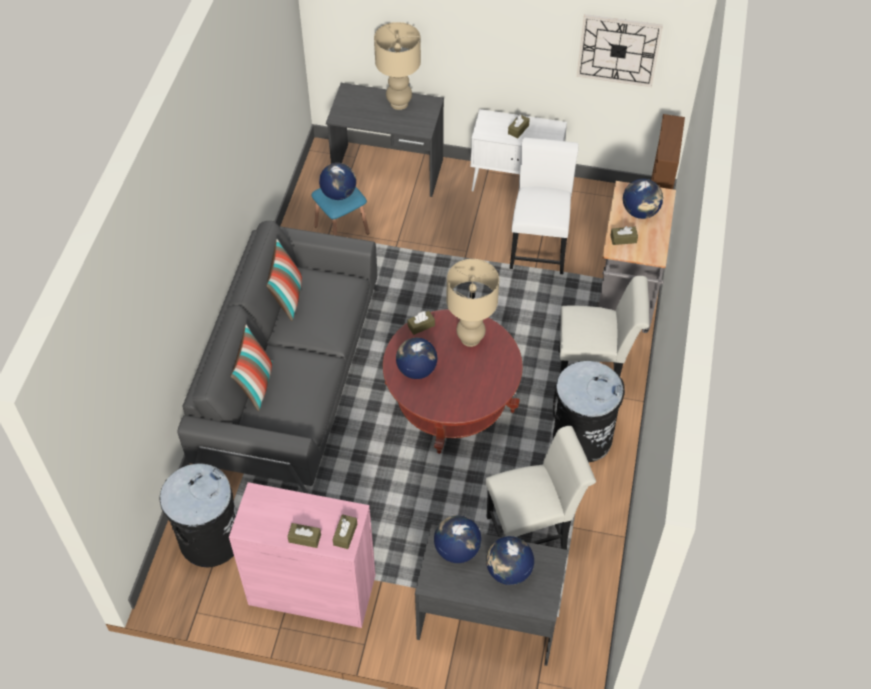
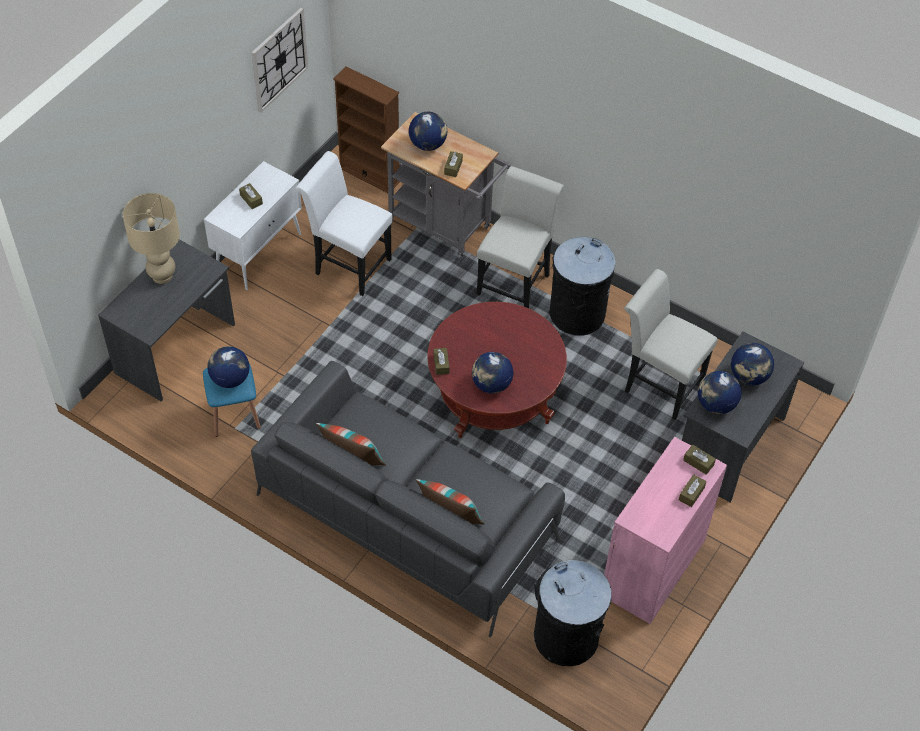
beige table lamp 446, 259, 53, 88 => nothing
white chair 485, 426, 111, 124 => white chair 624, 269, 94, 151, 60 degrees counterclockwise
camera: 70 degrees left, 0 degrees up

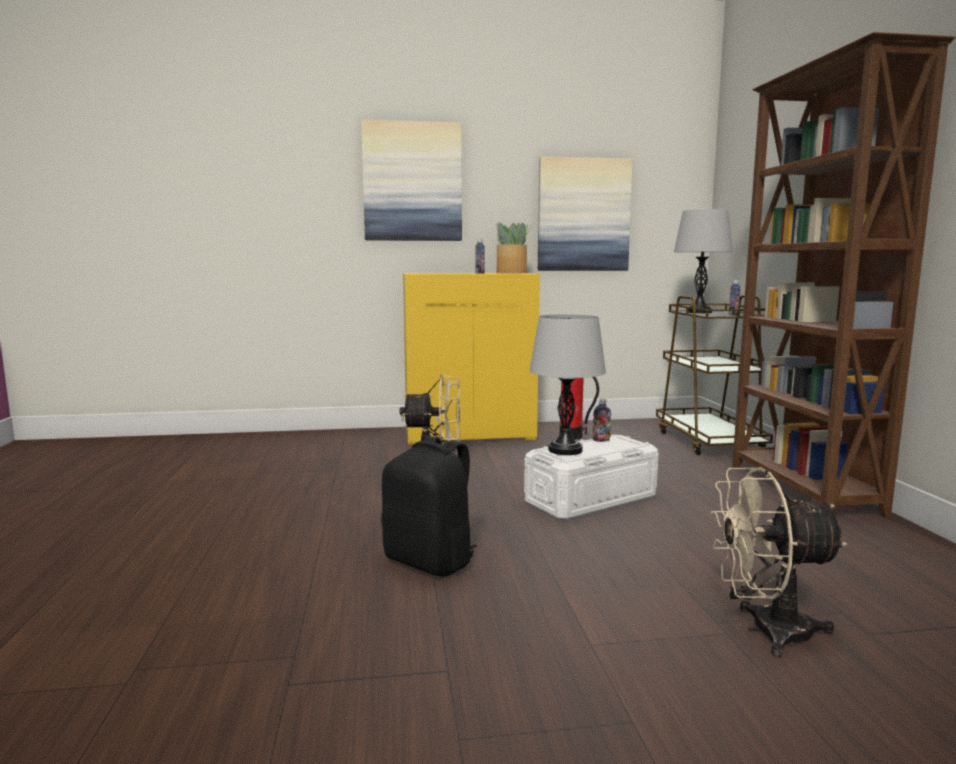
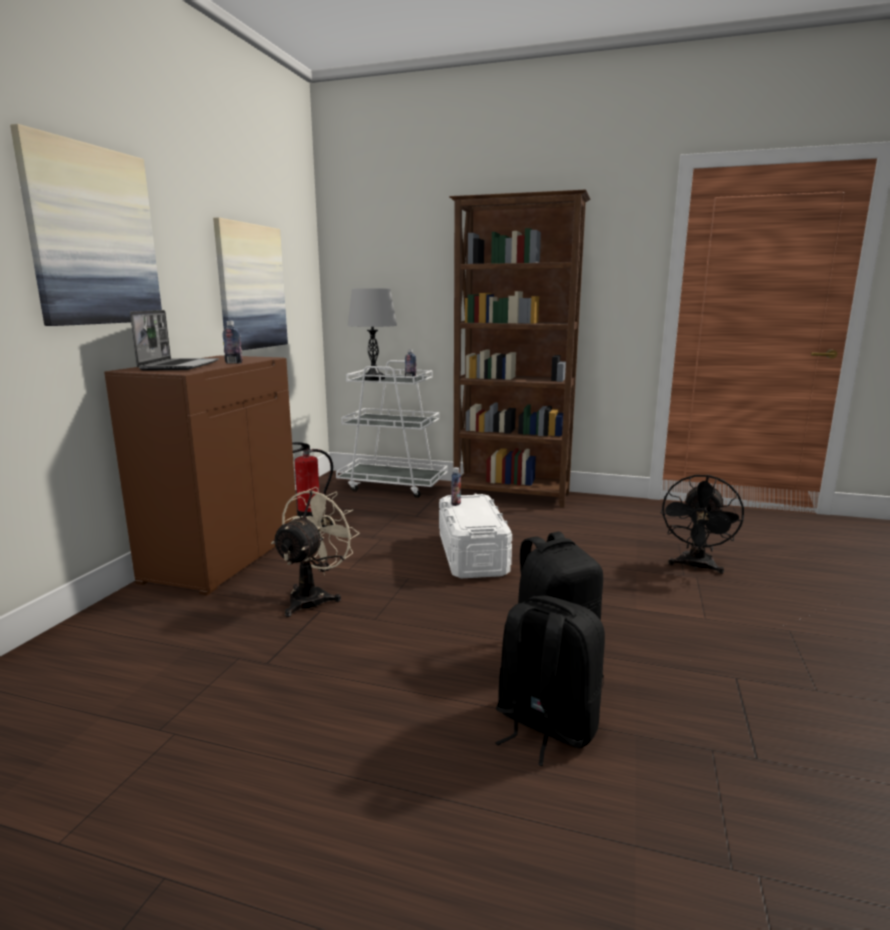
potted plant 496, 222, 35, 51 => nothing
grey table lamp 529, 314, 77, 141 => nothing
nothing => laptop 130, 310, 89, 61
nothing => black backpack 495, 596, 110, 170
yellow cabinet 403, 273, 137, 171 => brown cabinet 104, 355, 193, 240
brown cart 656, 295, 117, 160 => white cart 336, 360, 112, 138
beige fan 710, 467, 137, 190 => black fan 661, 474, 83, 100
camera: 65 degrees left, 5 degrees up

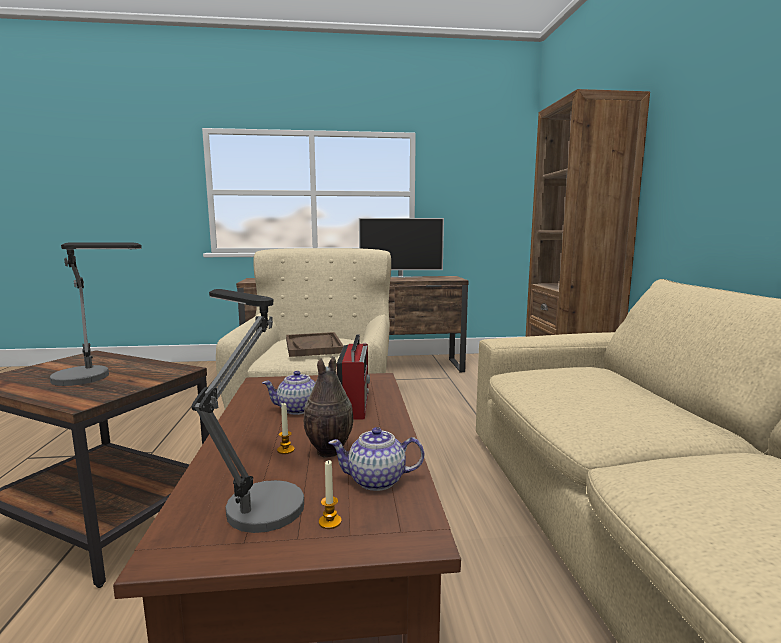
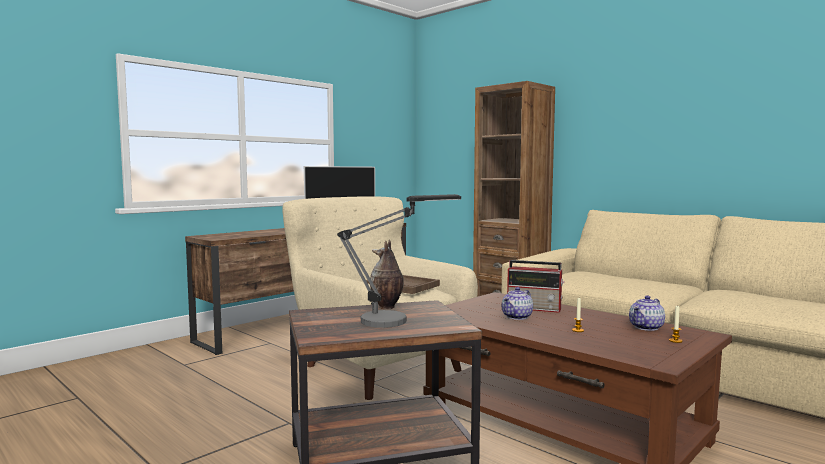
table lamp 191, 289, 113, 244 => nothing
vase 304, 356, 50, 102 => vase 370, 239, 34, 70, shifted
radio 337, 334, 33, 85 => radio 507, 260, 58, 53, 150 degrees clockwise
camera: 40 degrees left, 5 degrees down

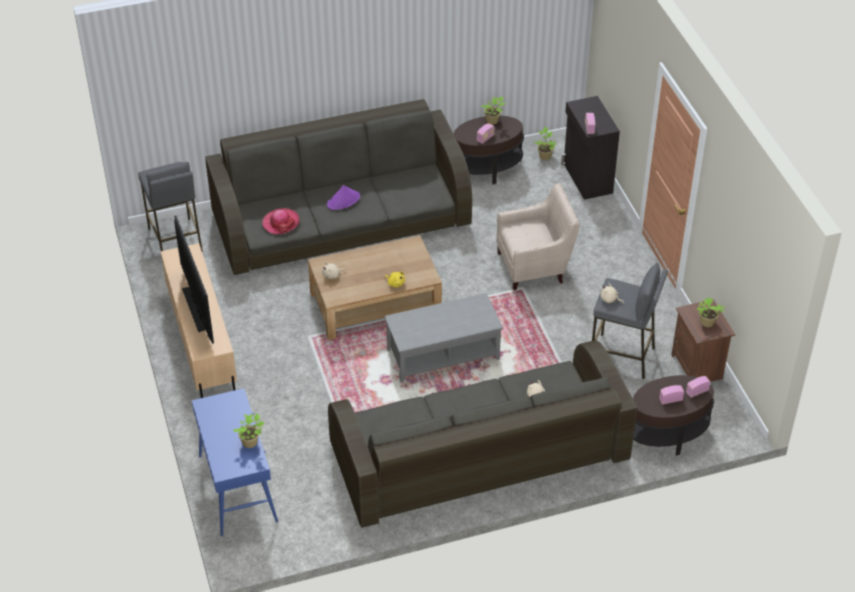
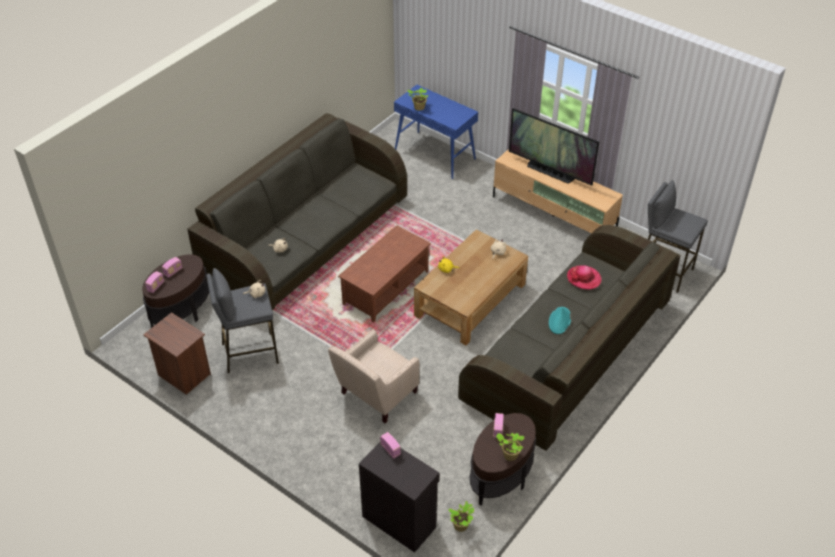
potted plant 697, 297, 28, 30 => nothing
purple hat 327, 185, 33, 25 => turquoise hat 549, 307, 22, 27
grey coffee table 384, 293, 119, 89 => brown coffee table 338, 225, 93, 98
camera: 145 degrees right, 0 degrees up

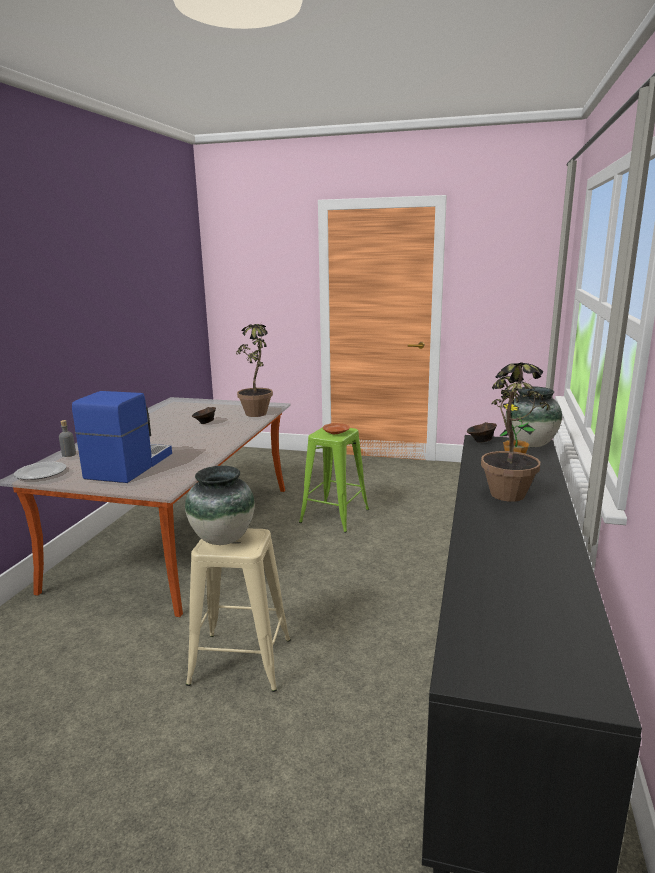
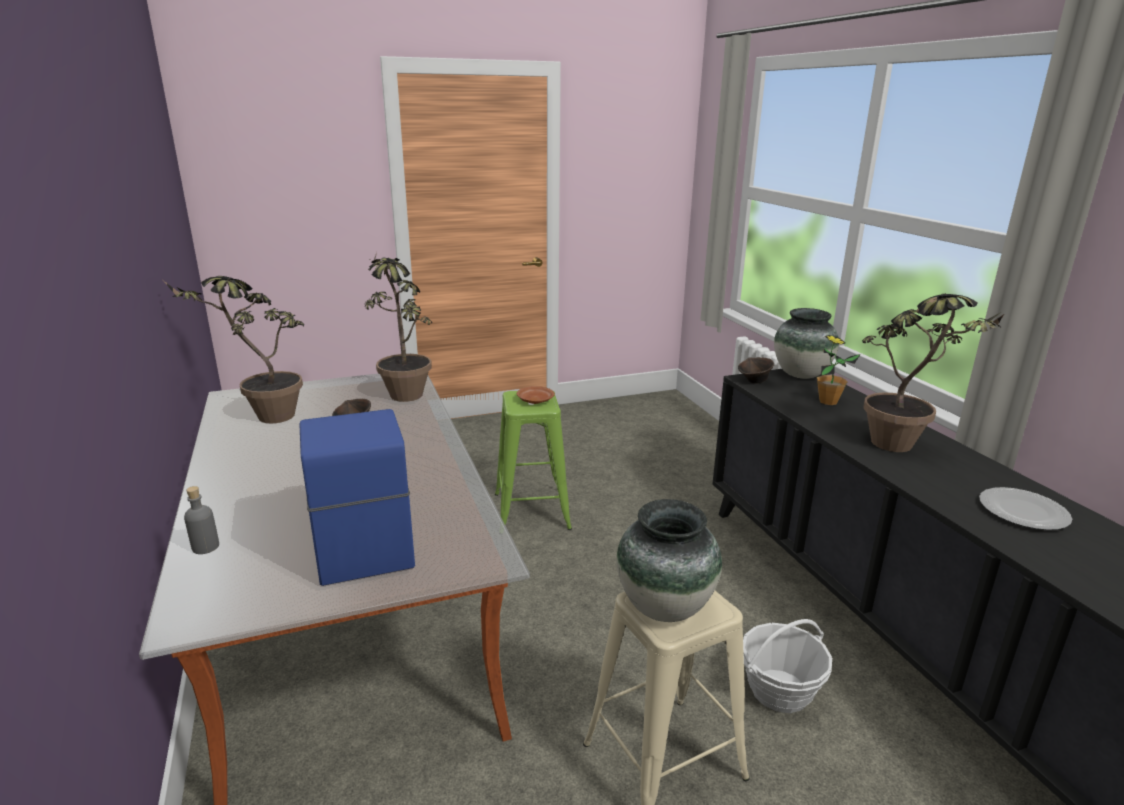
nothing => potted plant 164, 276, 141, 147
nothing => basket 743, 619, 89, 94
plate 14, 462, 53, 18 => plate 979, 487, 93, 43, shifted
camera: 35 degrees left, 5 degrees up

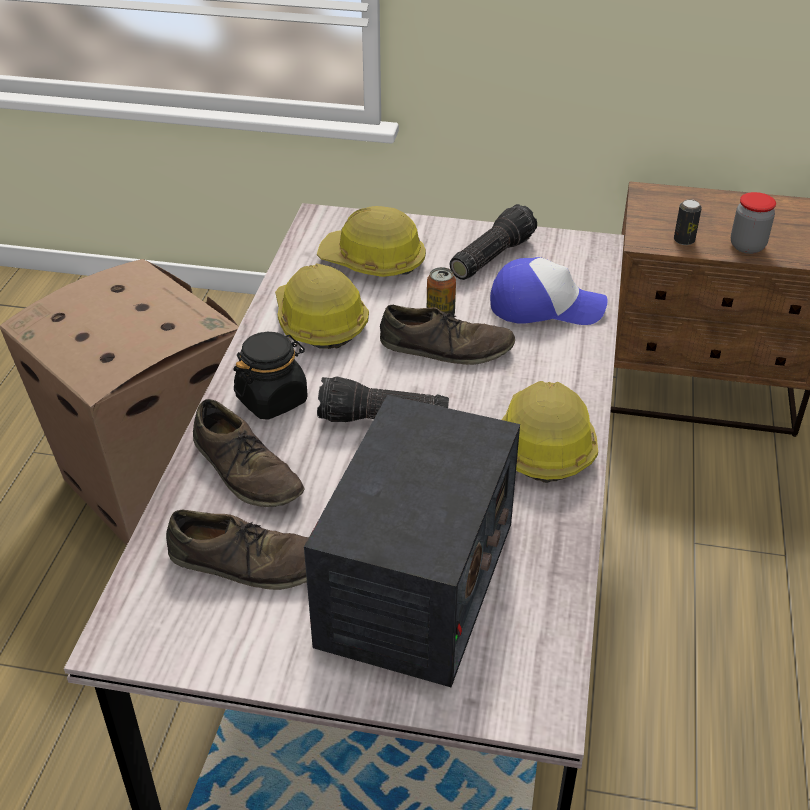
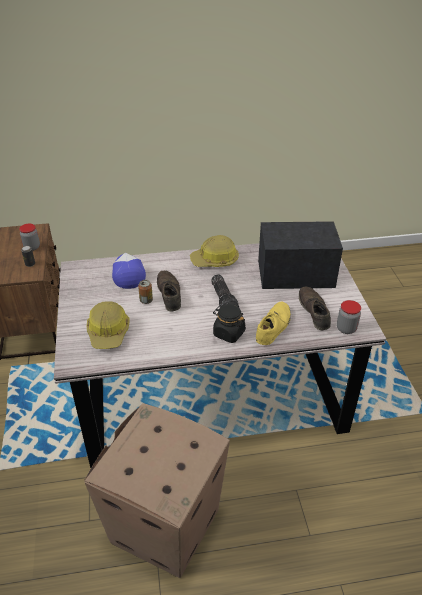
hard hat 275, 264, 94, 85 => nothing
flashlight 450, 204, 87, 76 => nothing
nothing => jar 337, 300, 24, 34
brown shoe 193, 399, 112, 108 => yellow shoe 256, 302, 35, 43
camera: 110 degrees left, 0 degrees up

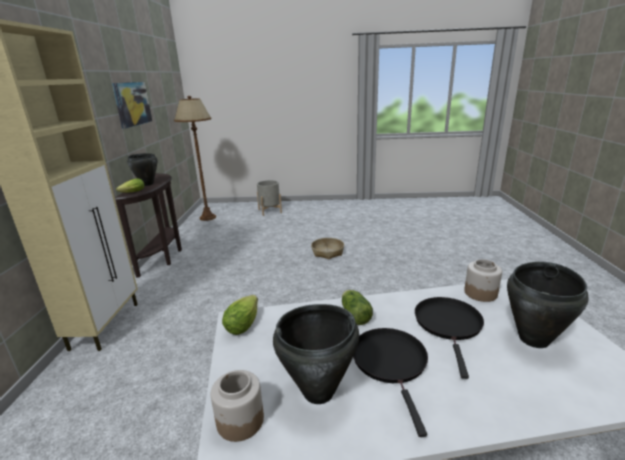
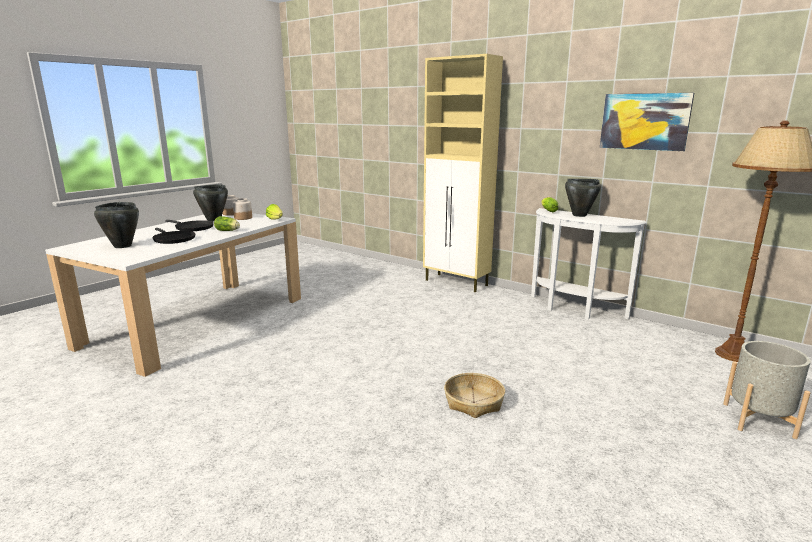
jar 464, 259, 38, 43 => jar 233, 198, 19, 22, shifted
brown console table 115, 173, 67, 104 => white console table 531, 208, 116, 112
camera: 125 degrees right, 5 degrees down

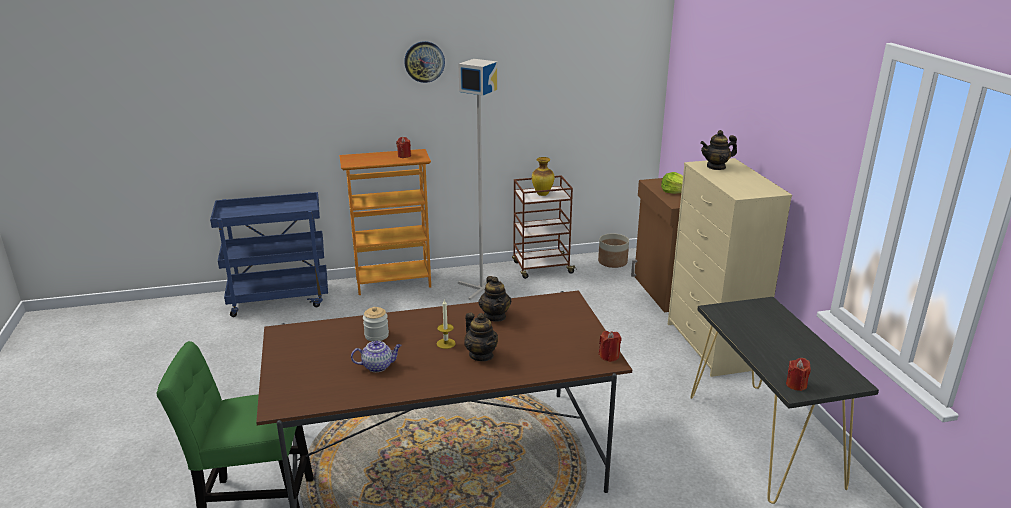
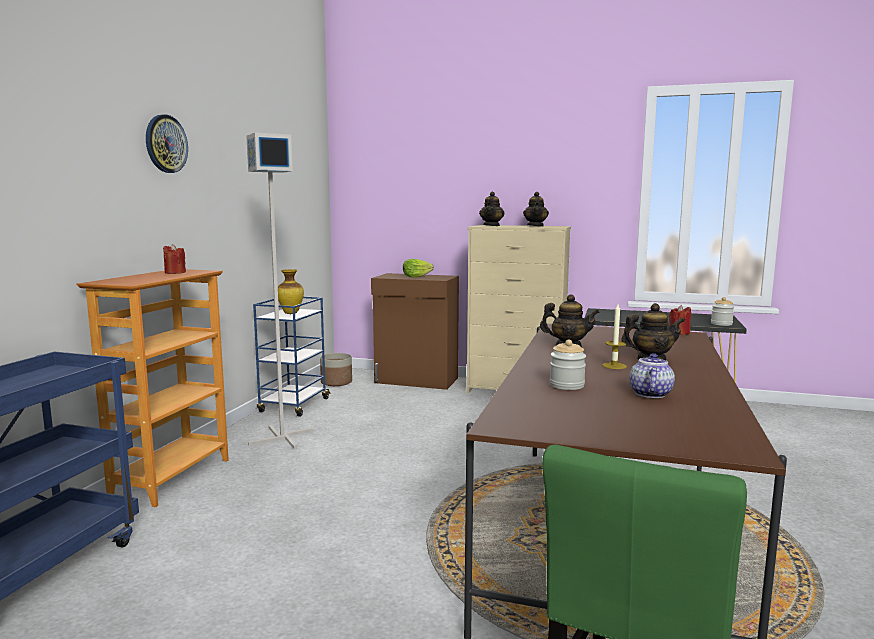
nothing => teapot 523, 192, 26, 34
red candle 786, 358, 25, 33 => jar 711, 297, 23, 29
brown cart 512, 175, 65, 104 => blue cart 253, 296, 77, 121
camera: 60 degrees left, 15 degrees down

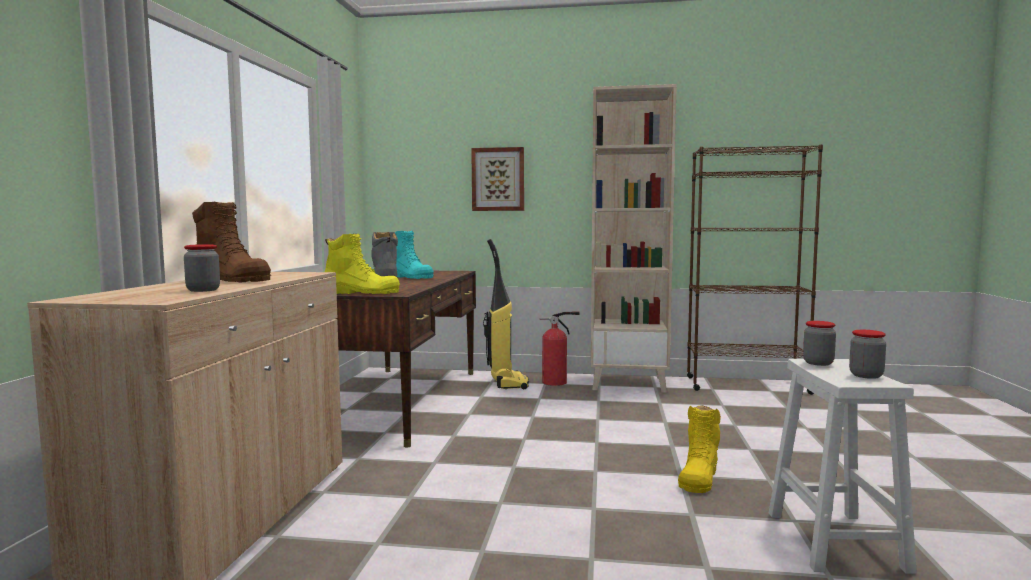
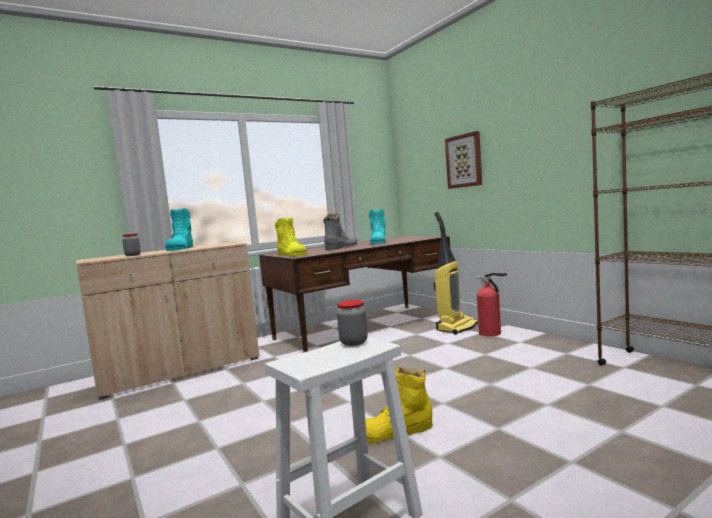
beige bookcase 591, 84, 86, 309 => nothing
jar 849, 330, 37, 49 => nothing
brown boot 192, 202, 79, 80 => turquoise boot 165, 209, 28, 42
camera: 50 degrees right, 0 degrees up

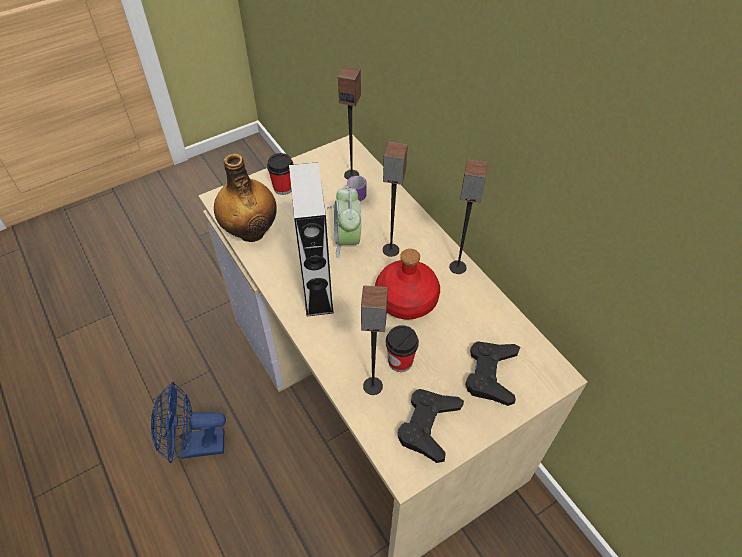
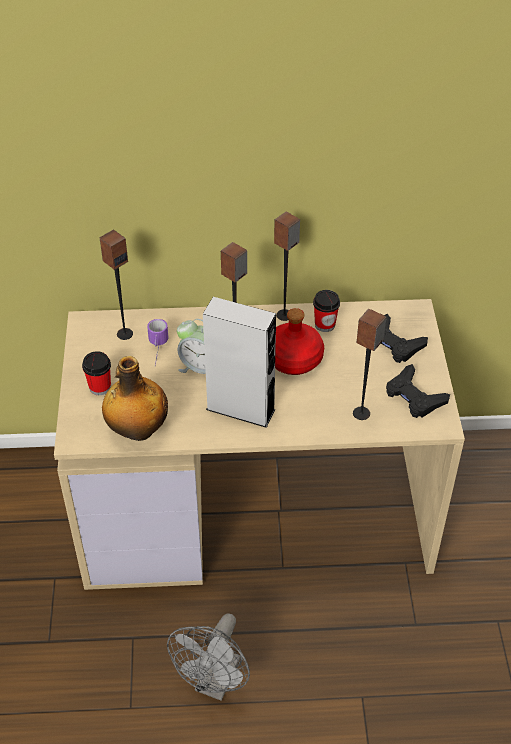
cup 386, 325, 33, 47 => cup 313, 290, 27, 42, shifted
blue fan 151, 382, 75, 81 => grey fan 167, 613, 83, 88
camera: 60 degrees left, 5 degrees down

